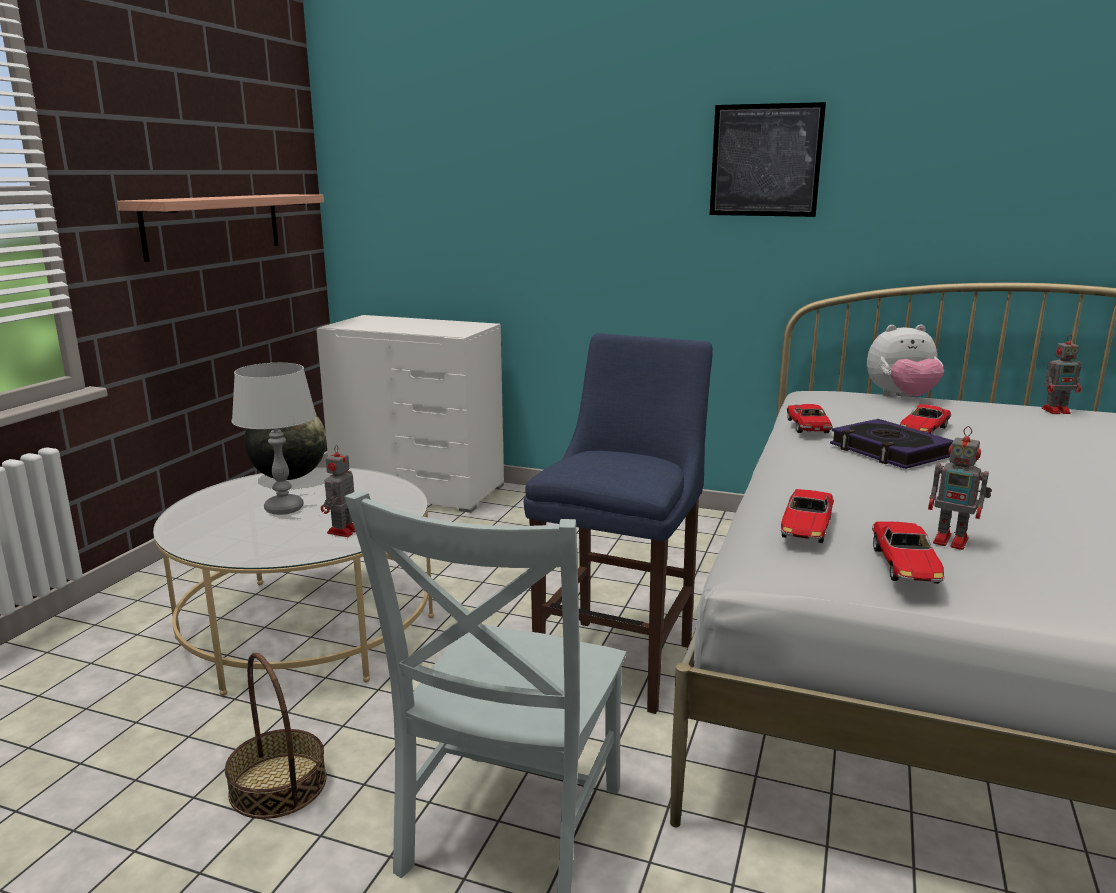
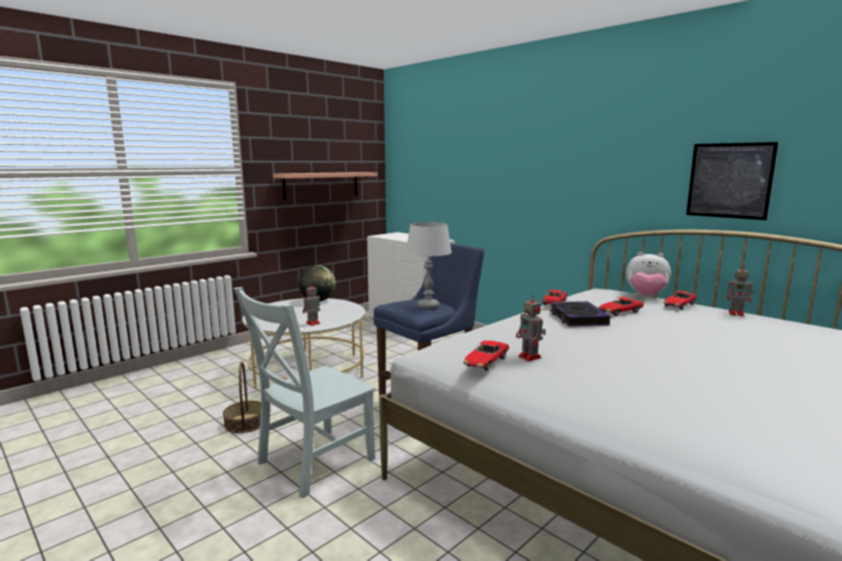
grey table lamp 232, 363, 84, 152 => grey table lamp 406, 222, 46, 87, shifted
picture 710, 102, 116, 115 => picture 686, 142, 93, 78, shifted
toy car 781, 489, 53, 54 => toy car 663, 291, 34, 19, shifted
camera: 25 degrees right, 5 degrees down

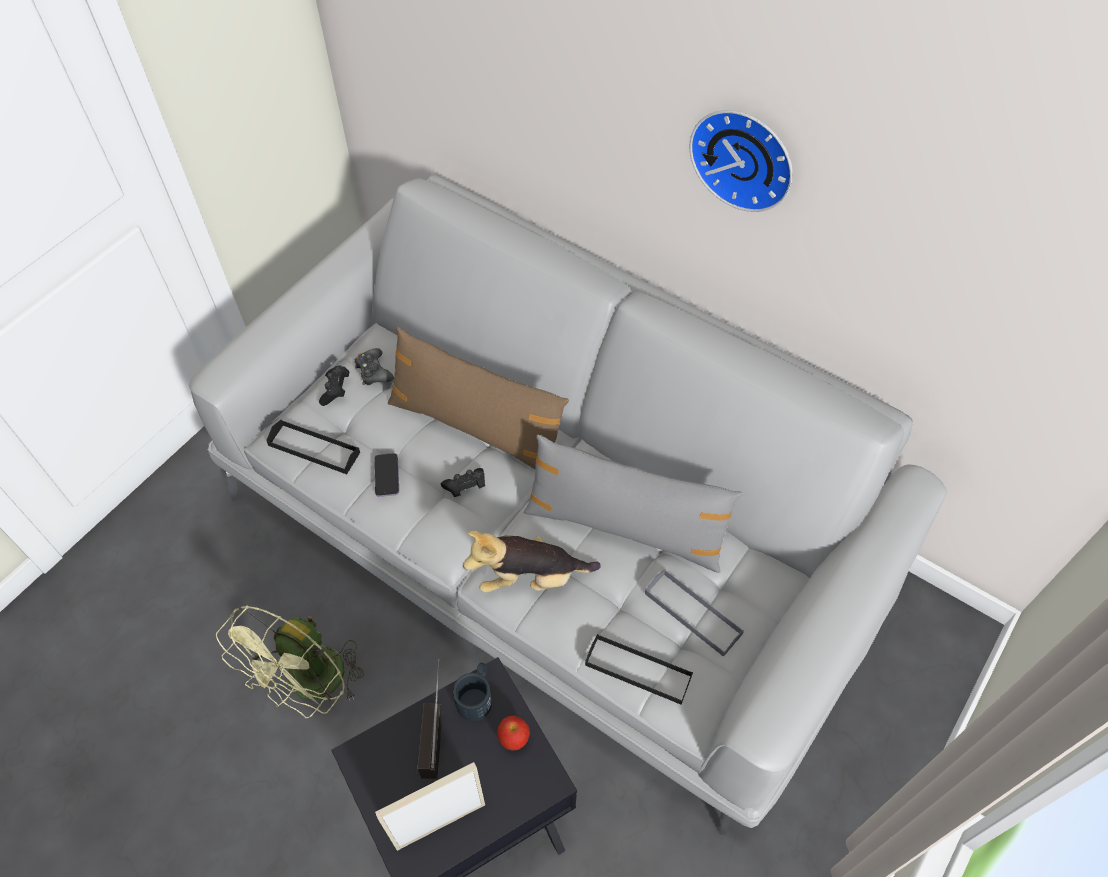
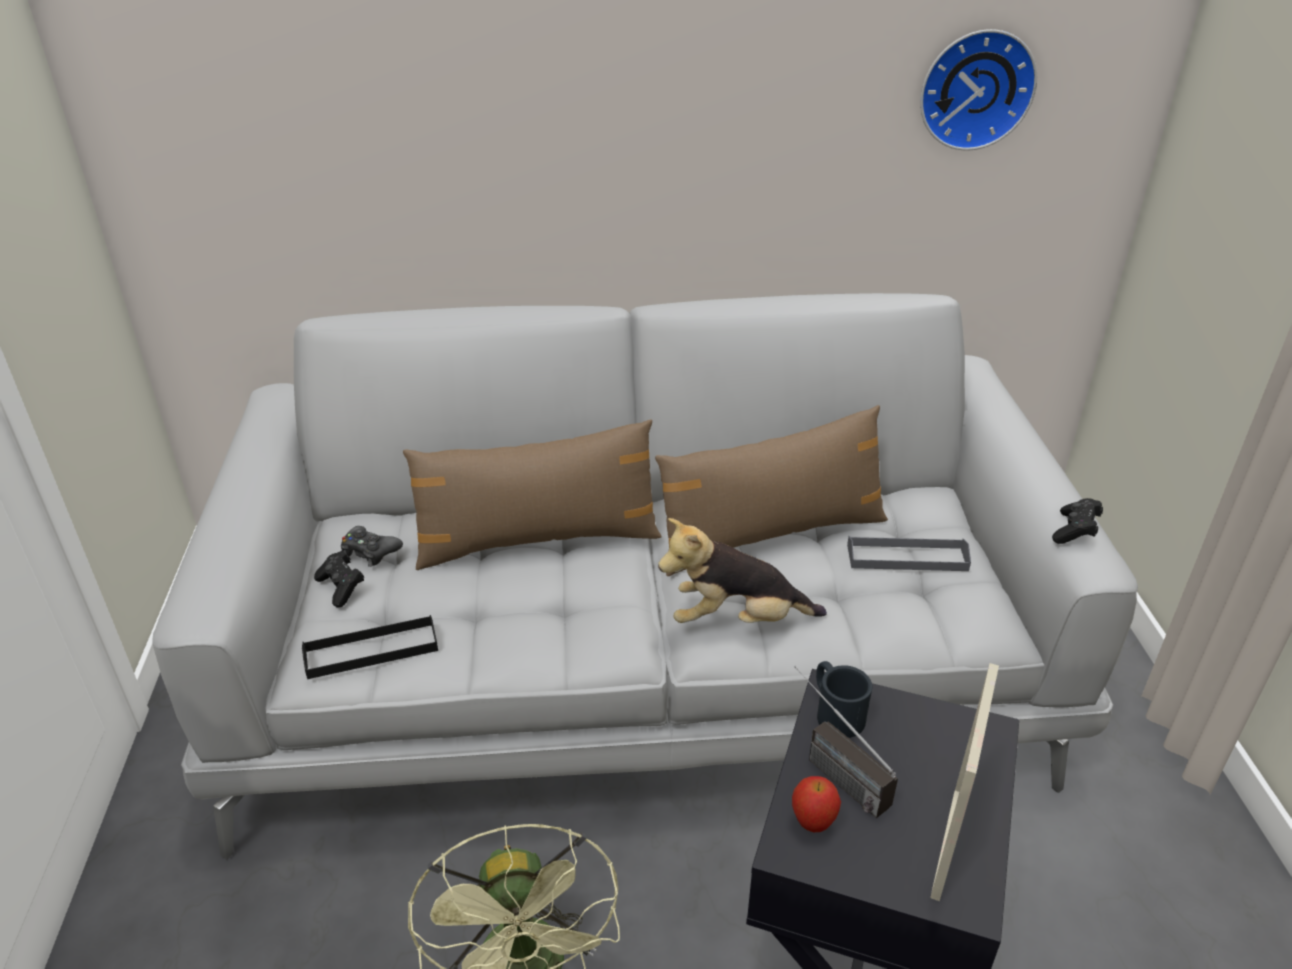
phone 374, 453, 25, 44 => nothing
black tray 585, 634, 108, 71 => nothing
black game controller 441, 468, 44, 29 => black game controller 1052, 498, 51, 46, shifted
apple 497, 716, 33, 35 => apple 792, 776, 49, 56, shifted
wall clock 689, 110, 104, 102 => wall clock 920, 29, 117, 122, shifted
grey pillow 524, 435, 219, 138 => brown pillow 655, 405, 233, 171
plush toy 463, 531, 138, 62 => plush toy 658, 518, 169, 105, 45 degrees clockwise
camera: 40 degrees left, 20 degrees down

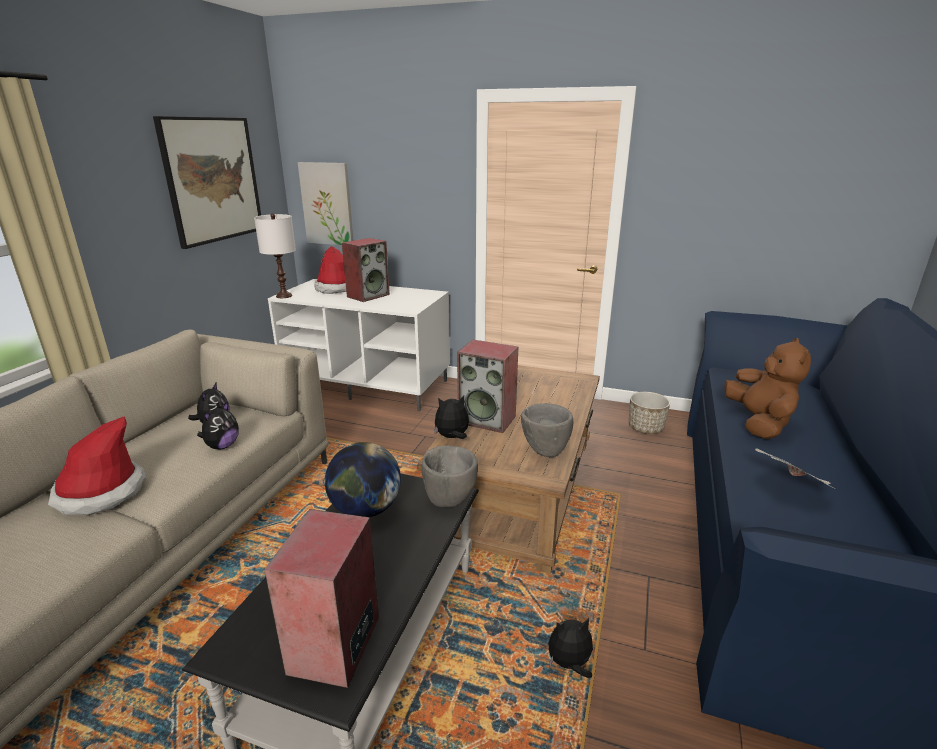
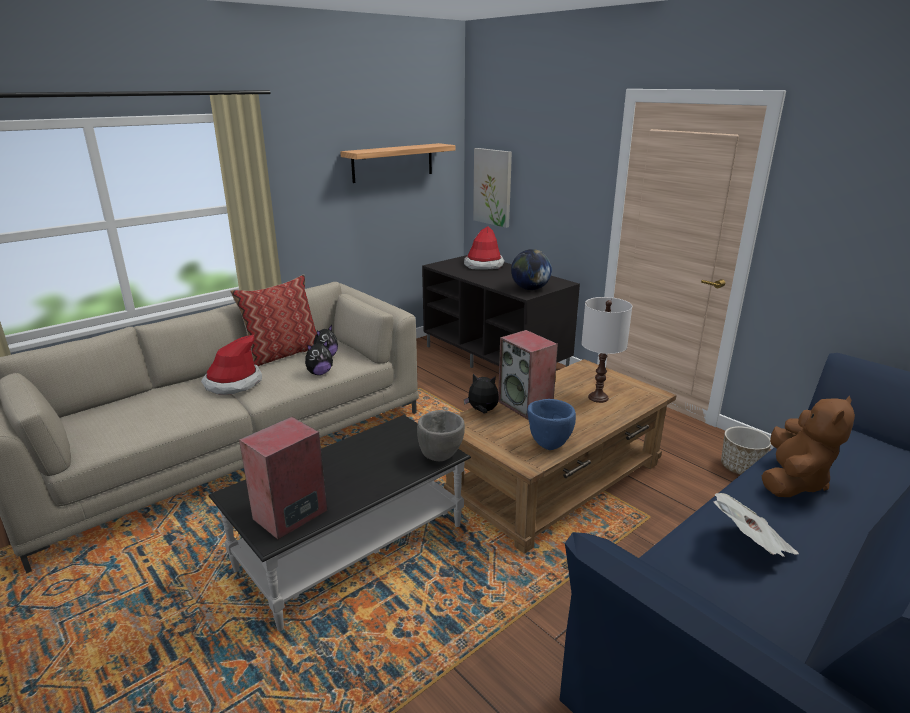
speaker 342, 238, 48, 64 => nothing
plush toy 548, 618, 45, 60 => nothing
nothing => pillow 230, 275, 87, 91
white table lamp 254, 213, 42, 85 => white table lamp 581, 297, 51, 106, shifted
globe 325, 442, 76, 75 => globe 511, 249, 41, 41, shifted
picture 153, 116, 108, 133 => shelf 340, 143, 116, 40
white tv stand 268, 279, 182, 132 => black tv stand 422, 255, 158, 113
grey bowl 521, 403, 52, 55 => blue bowl 527, 399, 49, 51
camera: 30 degrees right, 0 degrees up

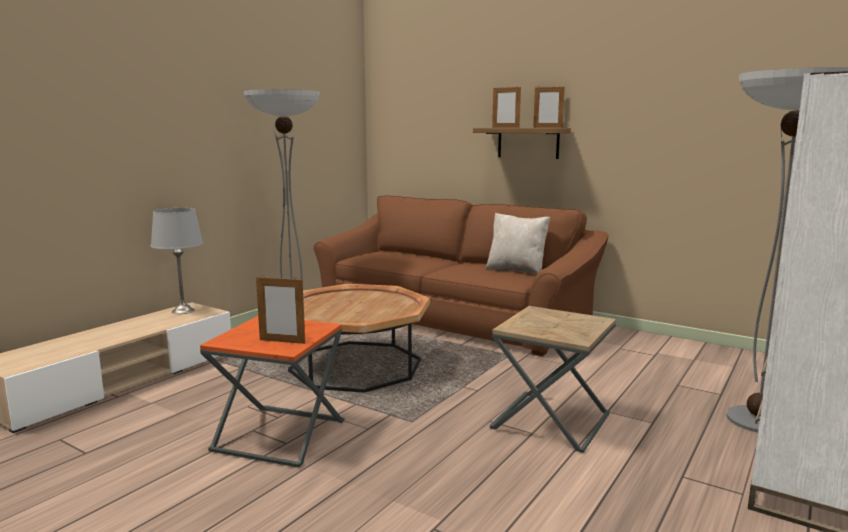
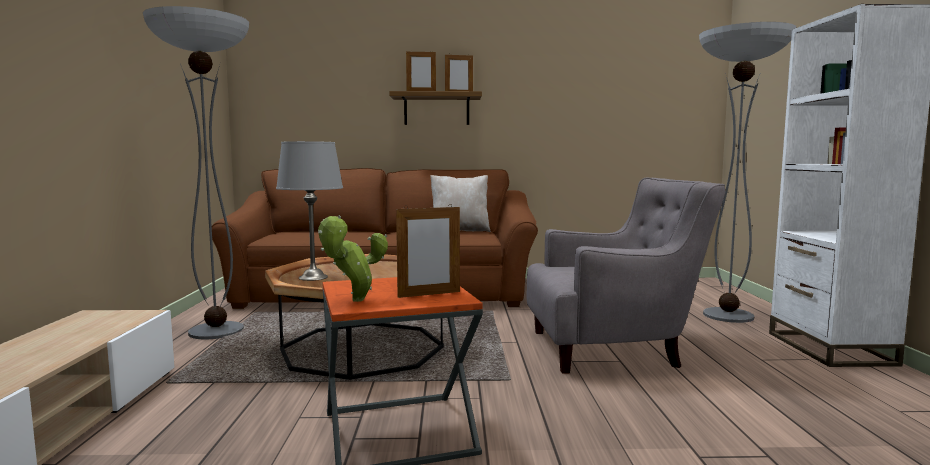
nothing => potted plant 318, 215, 70, 87
grey table lamp 151, 208, 52, 106 => grey table lamp 276, 141, 67, 140, shifted
brown side table 490, 306, 126, 147 => grey armchair 527, 178, 198, 196
camera: 35 degrees left, 5 degrees down

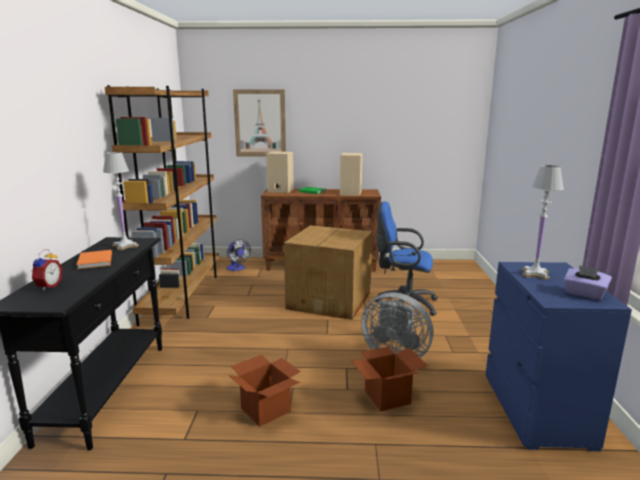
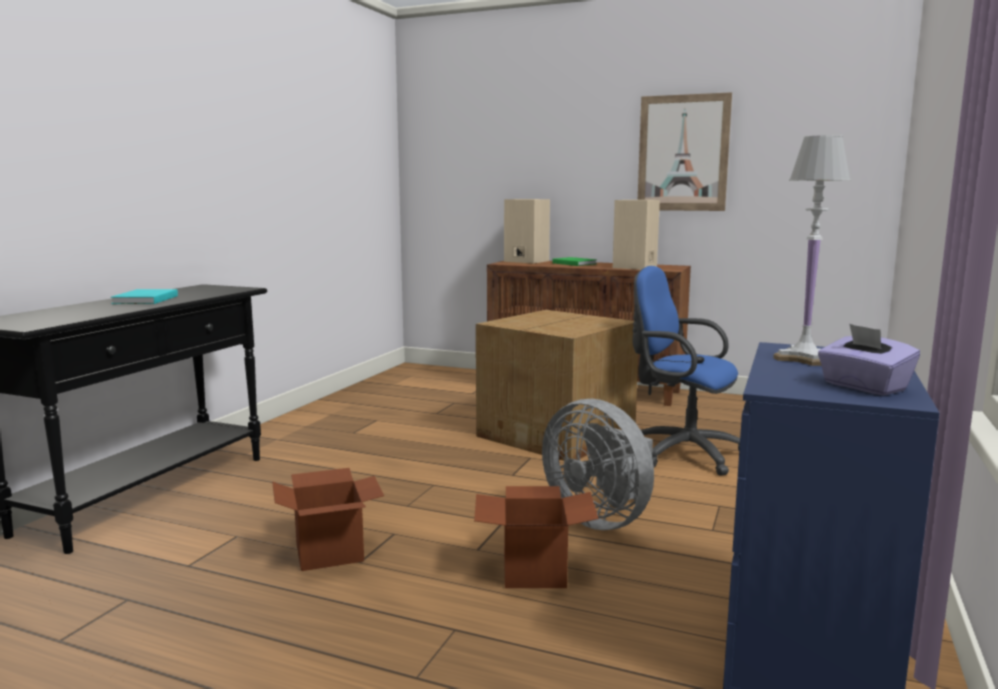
alarm clock 32, 249, 31, 42 => nothing
white table lamp 103, 152, 36, 98 => nothing
brown bookcase 105, 85, 114, 241 => nothing
fan 227, 239, 24, 32 => nothing
picture 233, 89, 53, 68 => picture 638, 92, 94, 119, shifted
orange book 76, 250, 36, 20 => turquoise book 111, 289, 67, 15
camera: 20 degrees right, 5 degrees down

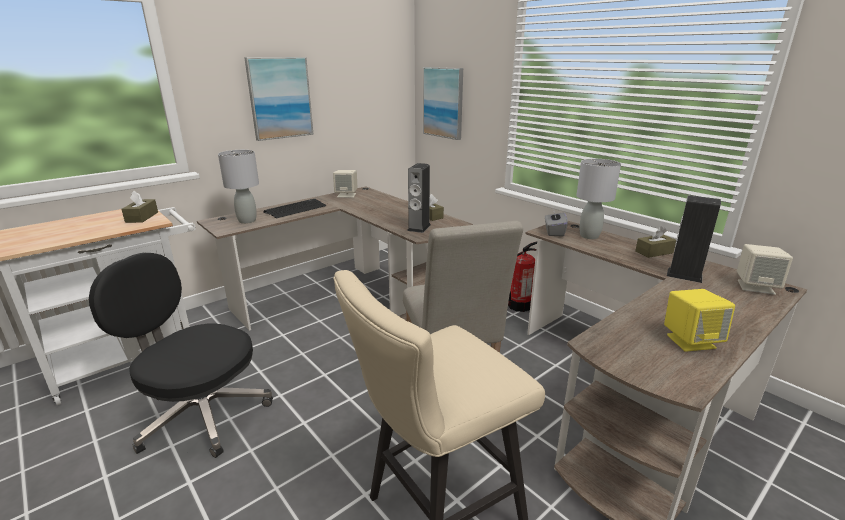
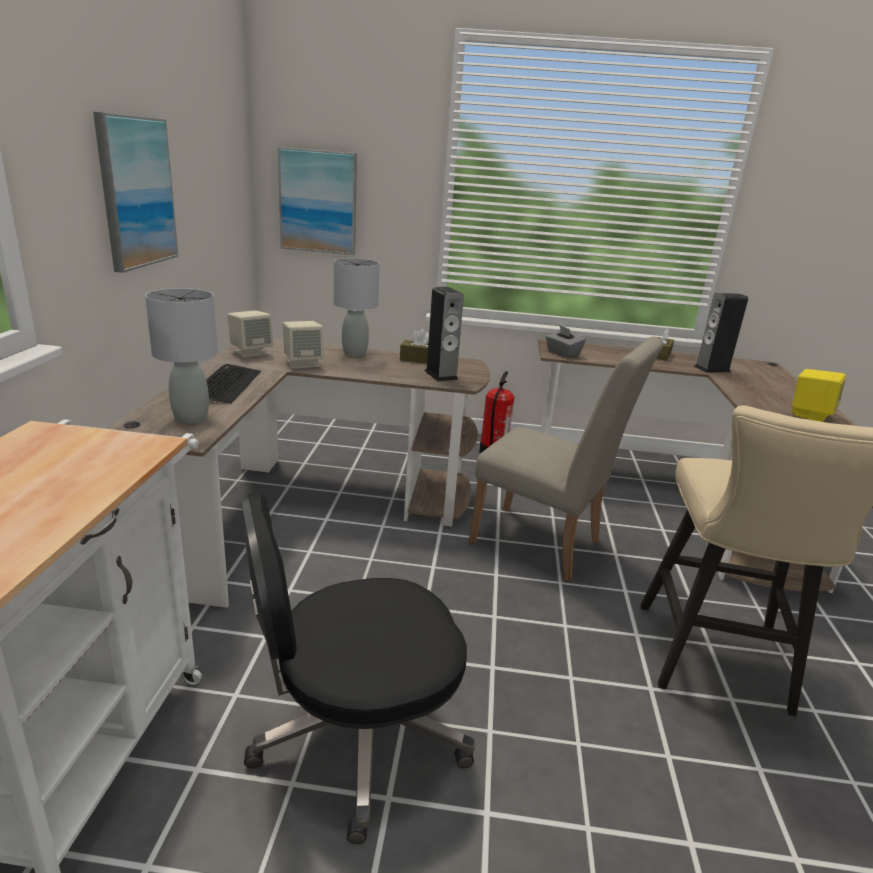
brown tissue box 121, 191, 37, 32 => nothing
grey table lamp 576, 159, 45, 80 => grey table lamp 333, 258, 47, 99, shifted
beige speaker 737, 244, 56, 51 => beige speaker 283, 321, 41, 48, shifted
camera: 45 degrees left, 0 degrees up

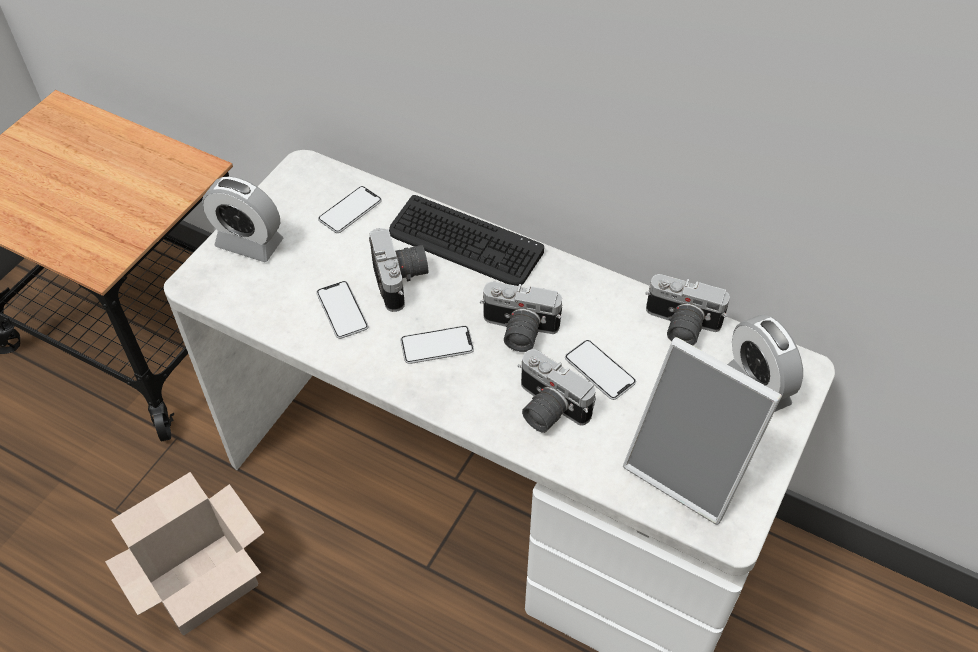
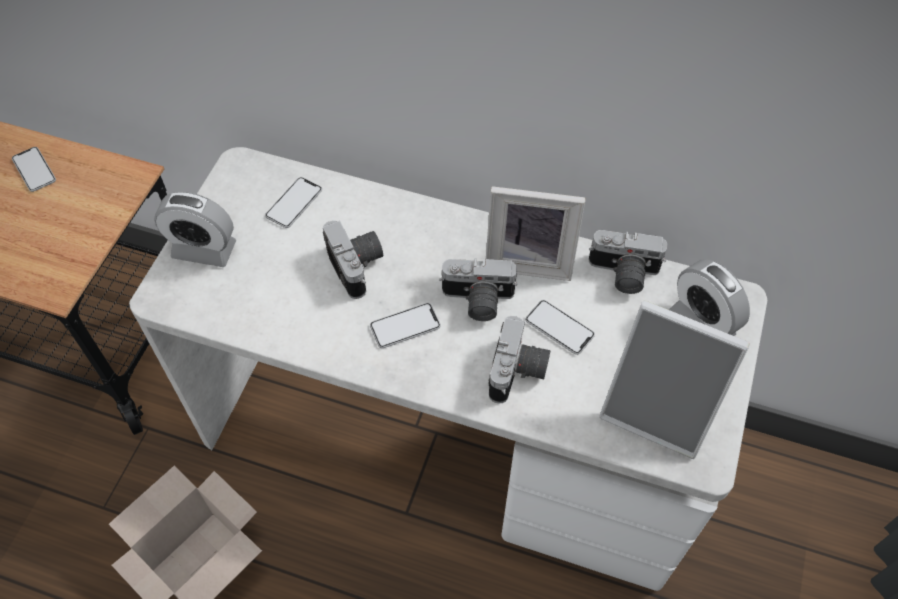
keyboard 389, 195, 155, 91 => nothing
nothing => picture frame 485, 186, 101, 95
phone 316, 281, 52, 58 => phone 12, 147, 44, 45, shifted
photo camera 518, 349, 78, 84 => photo camera 488, 316, 62, 87, 105 degrees counterclockwise
camera: 10 degrees left, 5 degrees up

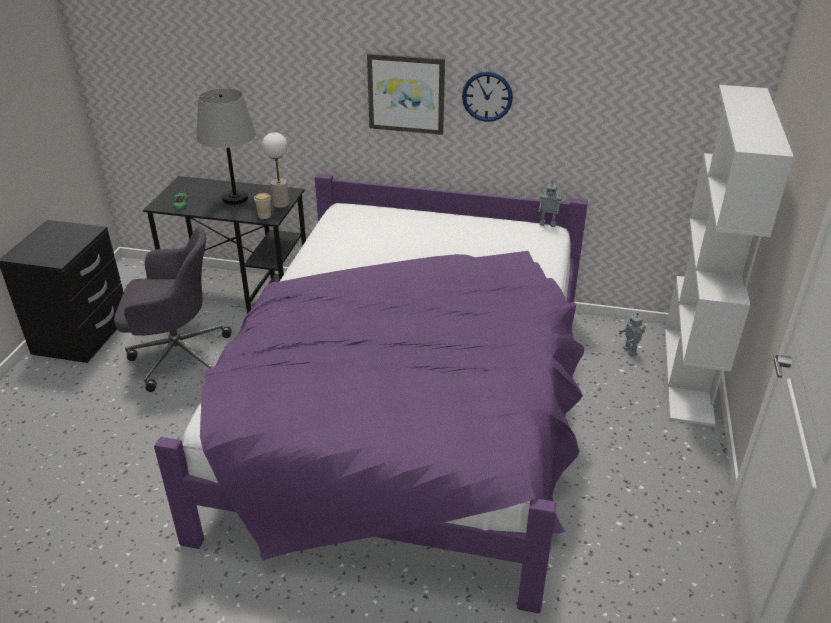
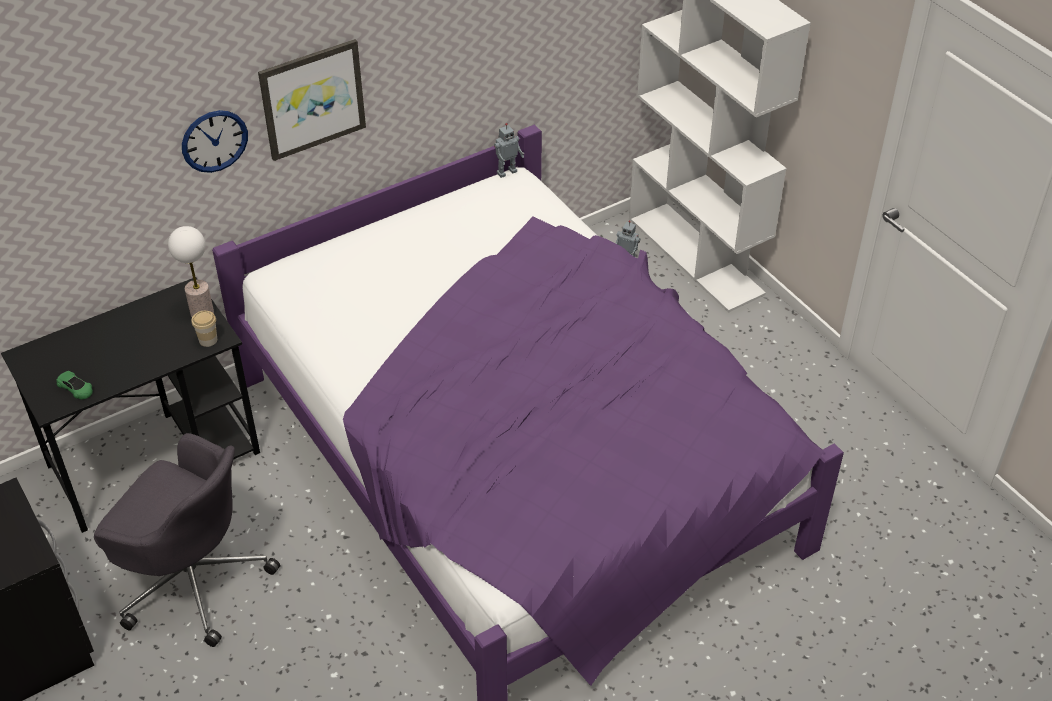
grey table lamp 196, 88, 60, 117 => nothing
wall clock 462, 72, 51, 50 => wall clock 182, 110, 66, 63, shifted
grey office chair 114, 227, 117, 165 => grey office chair 94, 433, 186, 214, 75 degrees clockwise
camera: 45 degrees left, 10 degrees up

